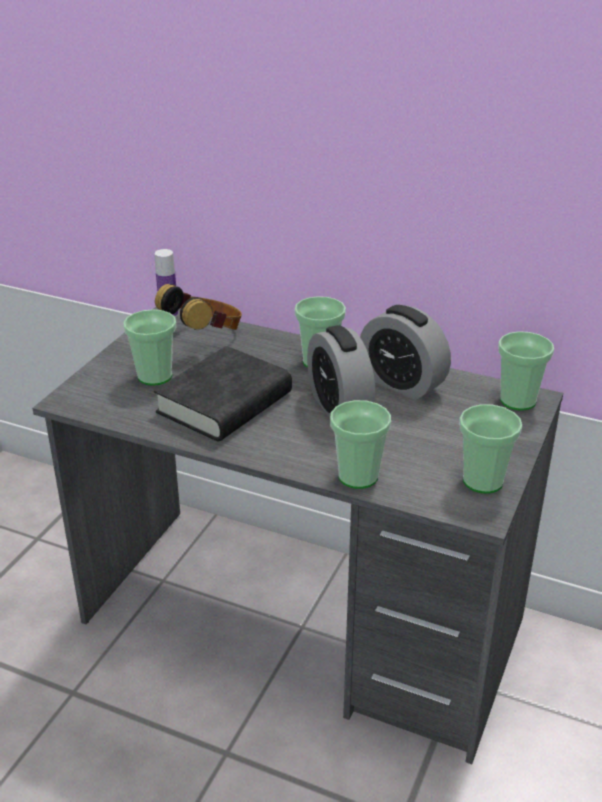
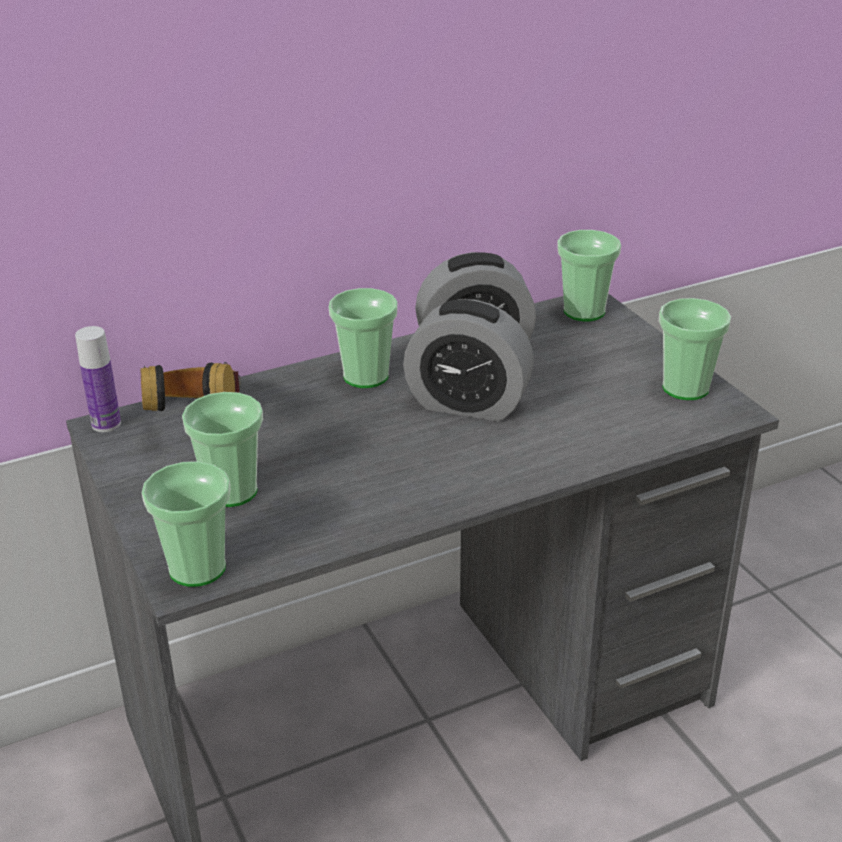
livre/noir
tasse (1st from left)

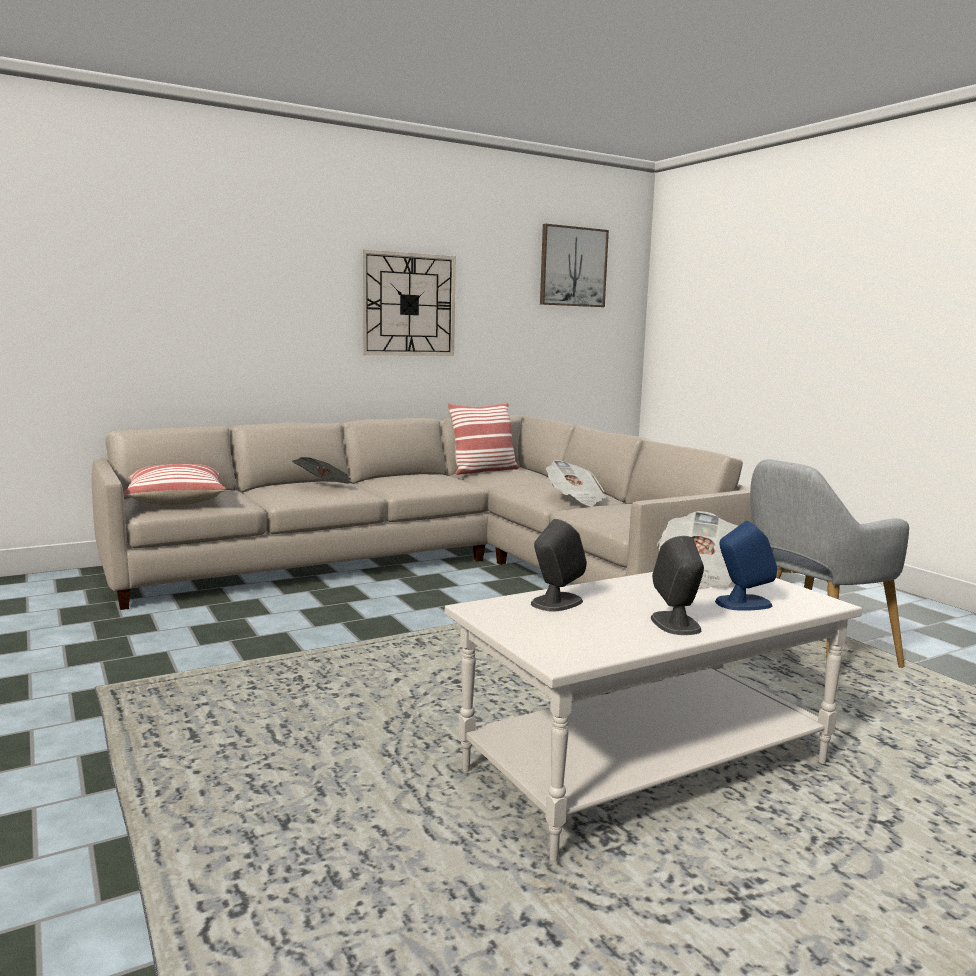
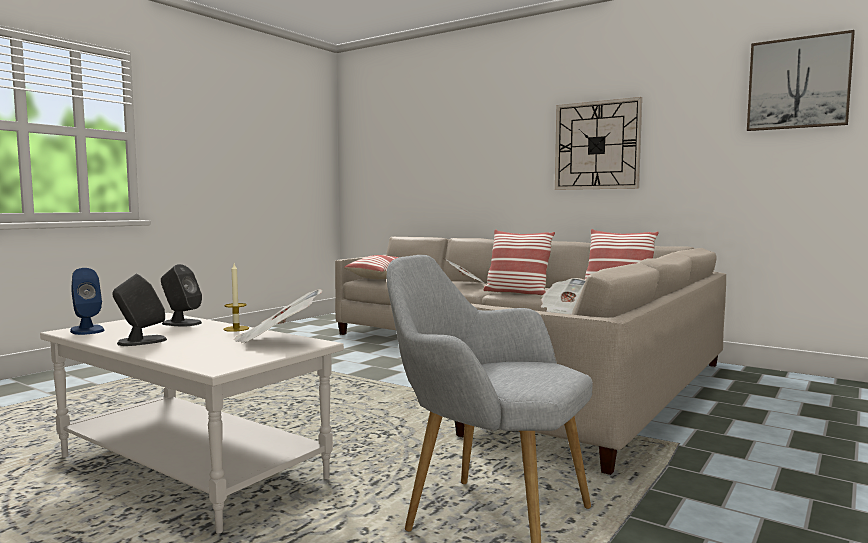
enceinte/bleu
bougie
coussin (2nd from left)

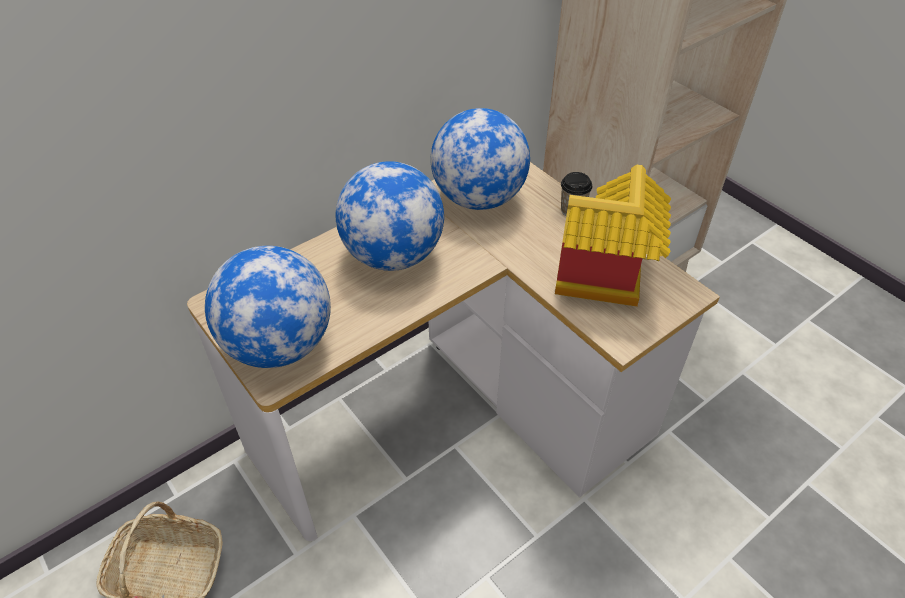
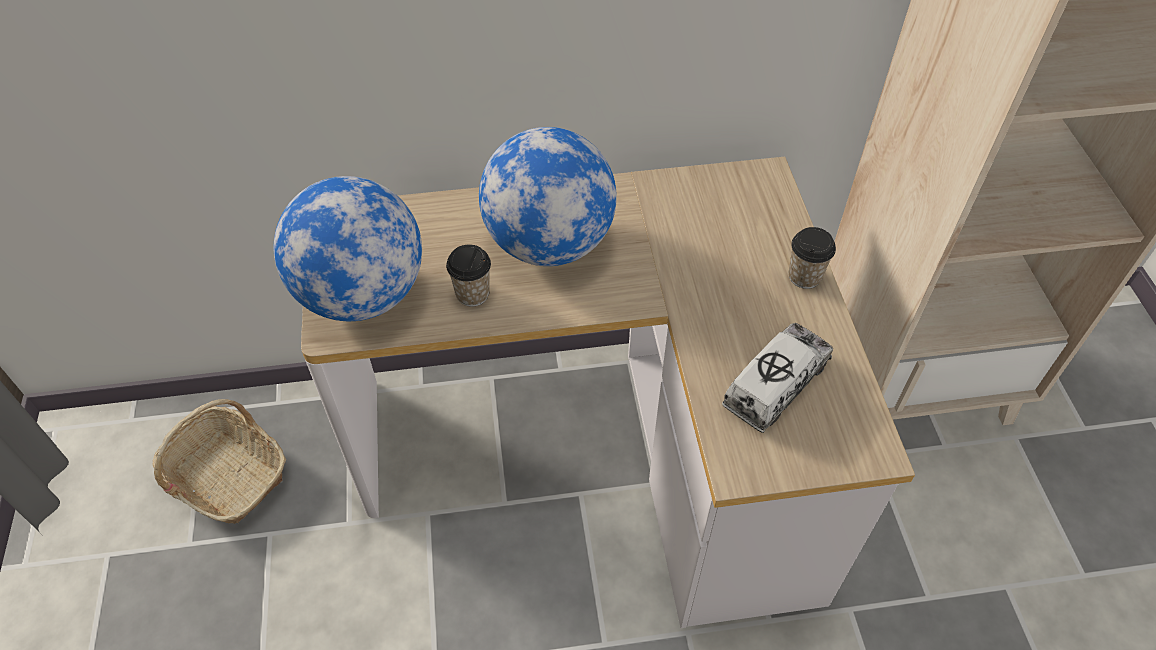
globe (3rd from left in the first image)
camion jouet
tasse (1st from left)

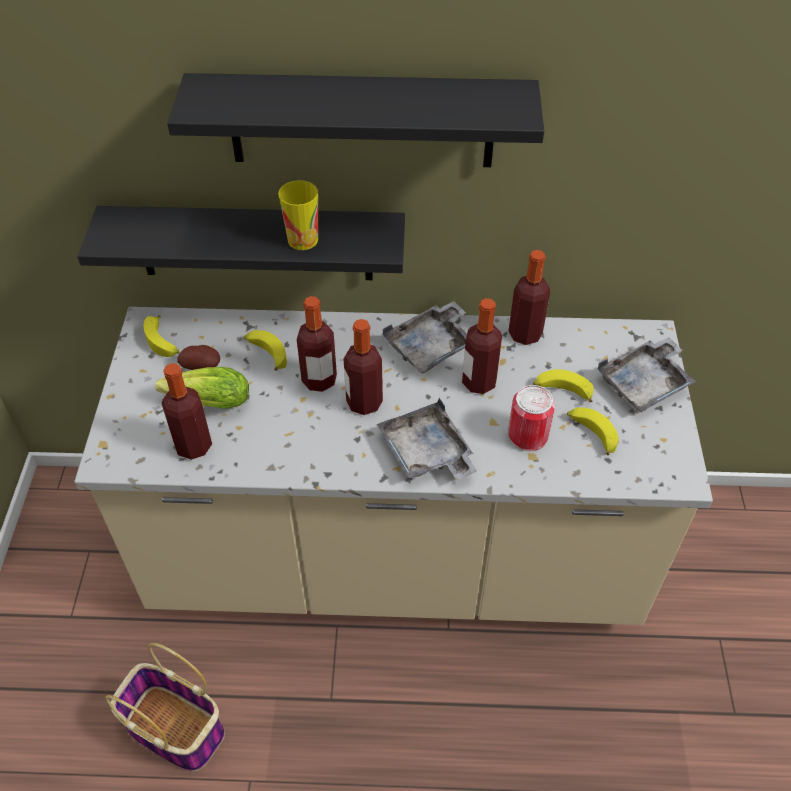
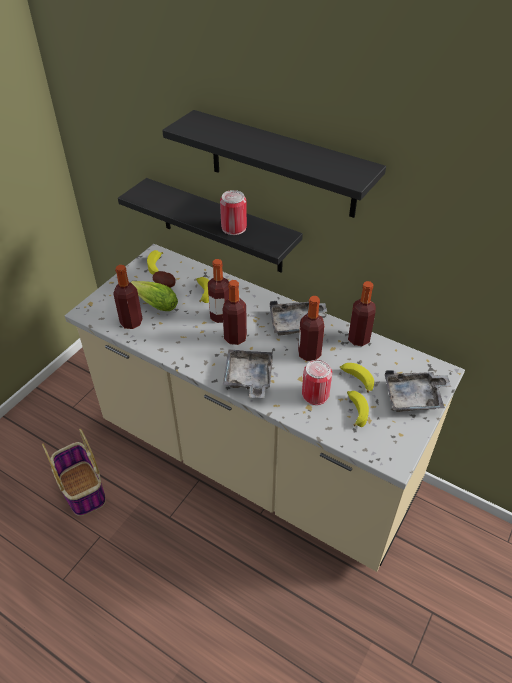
boîte métallique (1st from left)

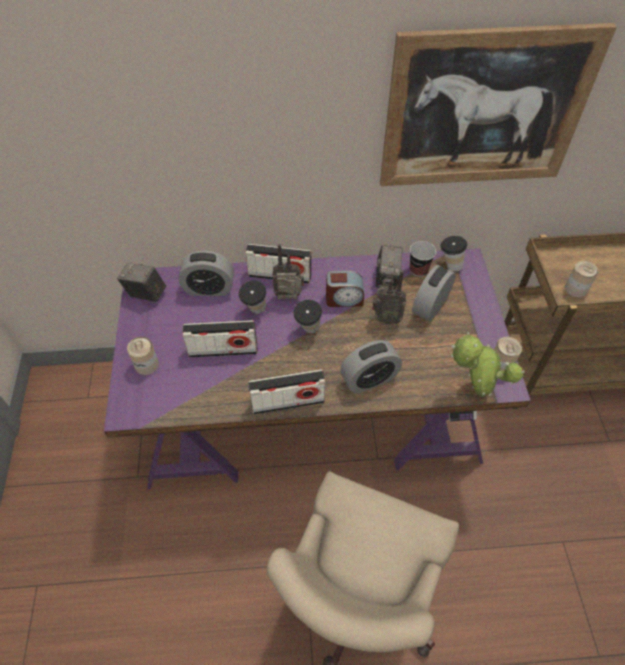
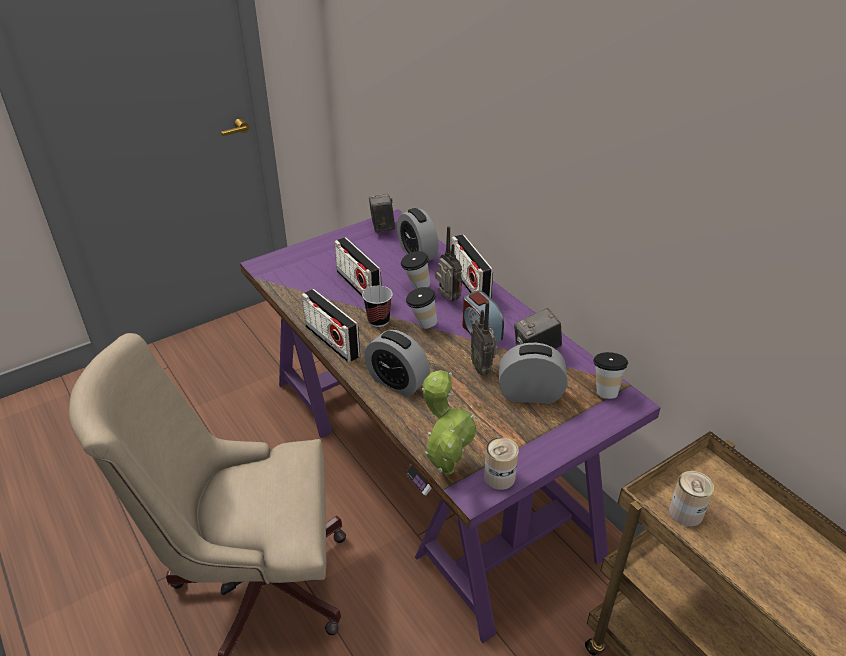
boîte métallique (1st from left in the first image)
tableau
tasse (1st from left)

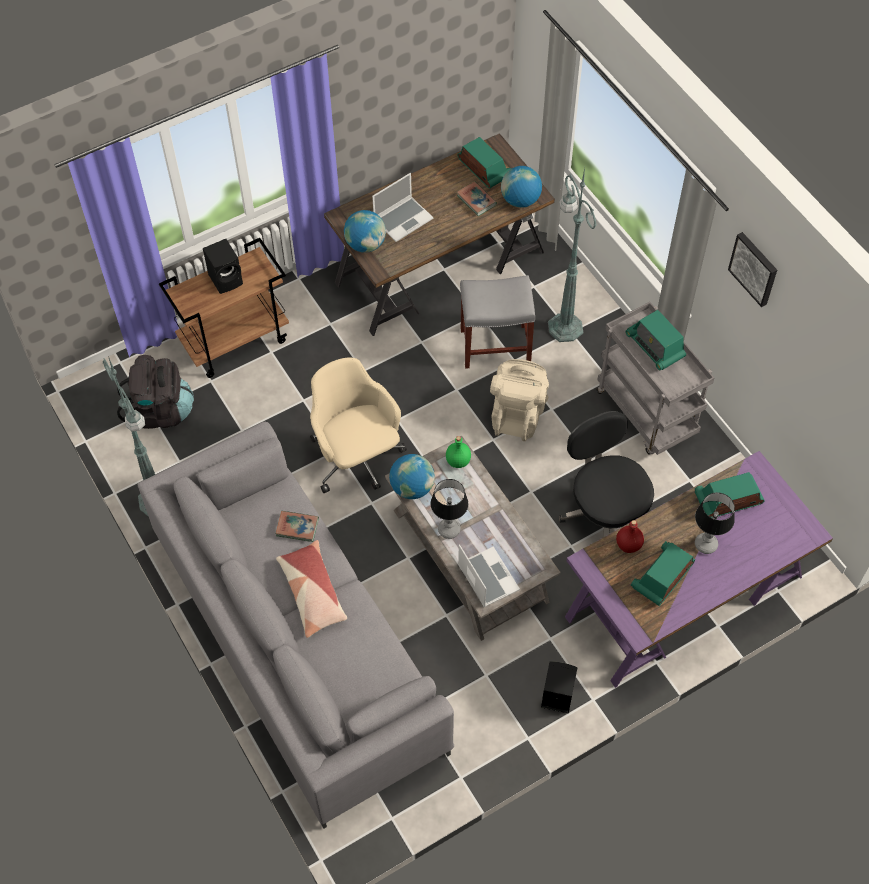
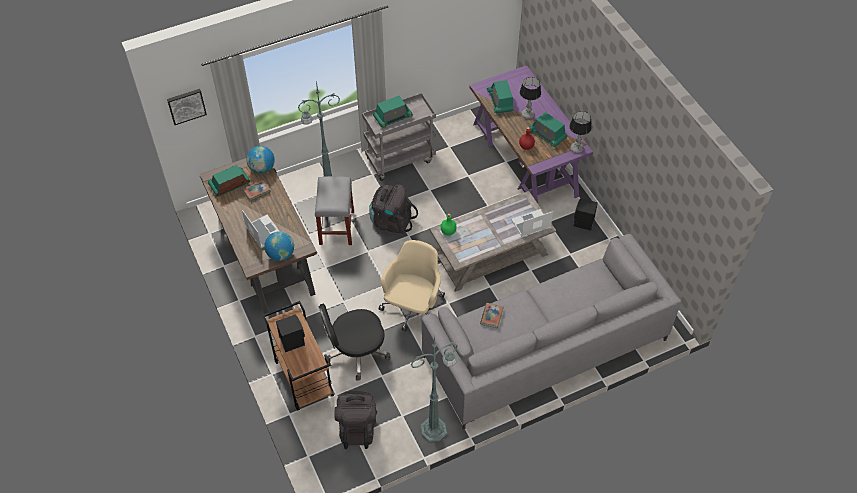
coussin
chaise de bureau/beige
globe (2nd from left in the first image)
lampe de table (2nd from left)
sac à dos/noir (2nd from left)
chaise de bureau/noir
tableau

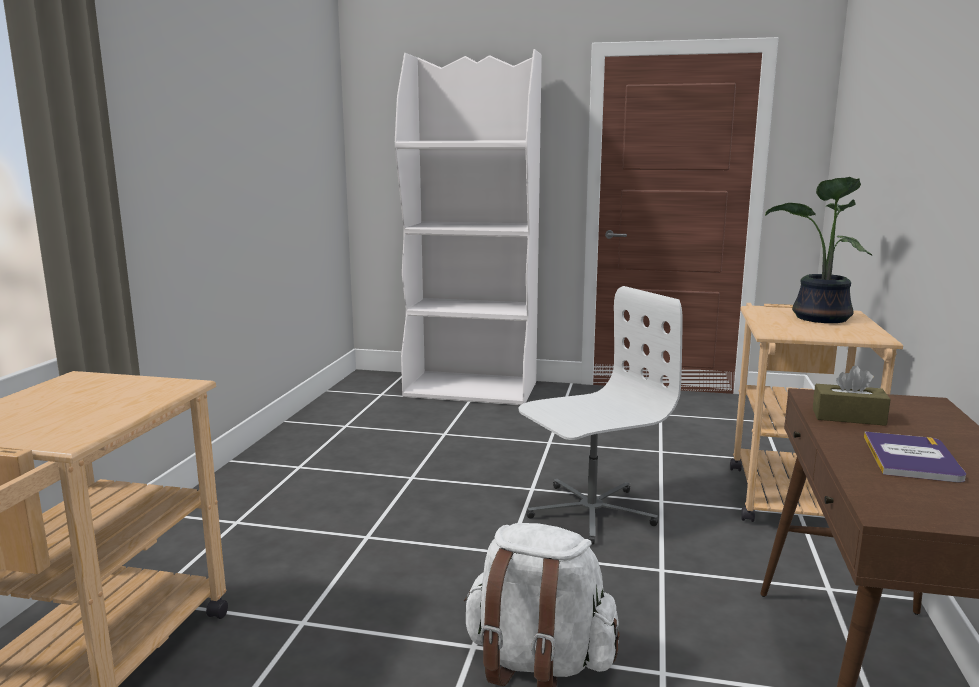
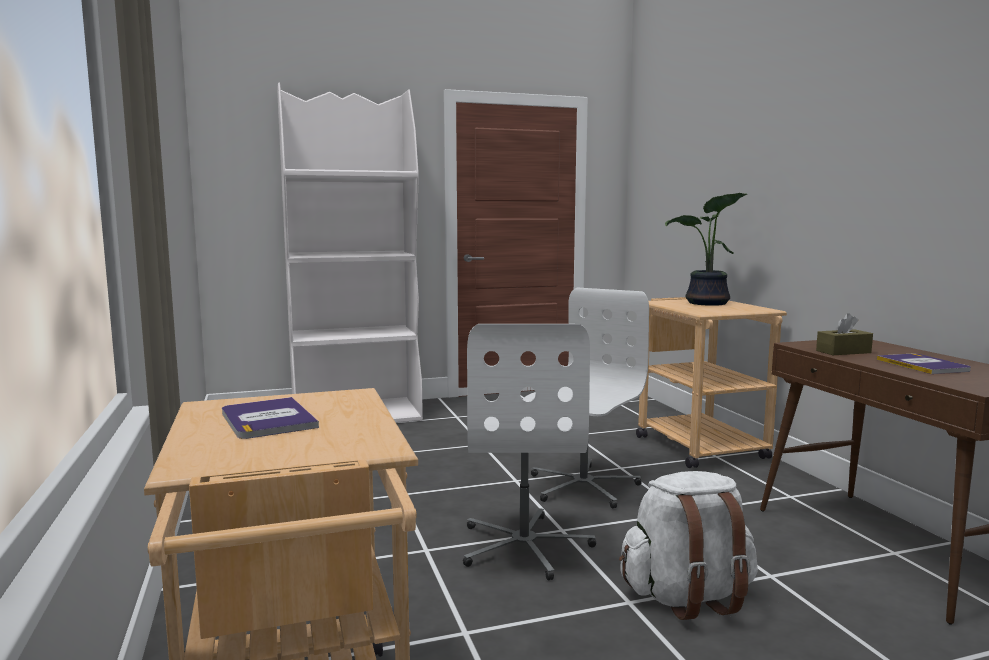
livre (1st from left)
chaise de bureau/blanc (1st from left)

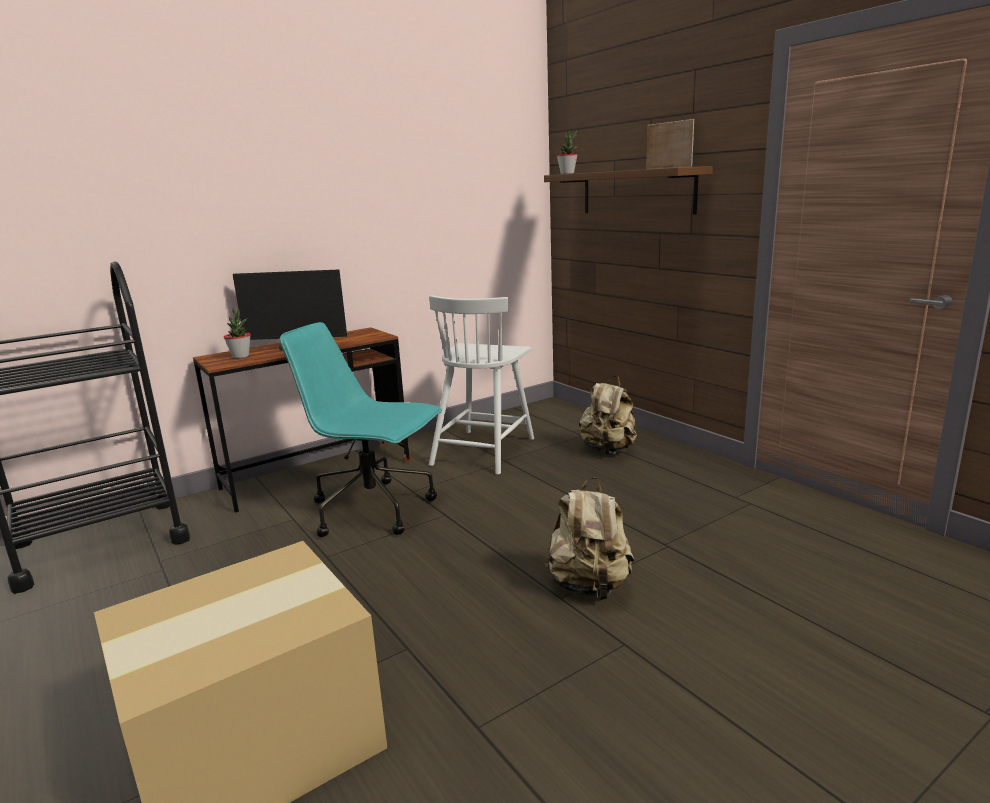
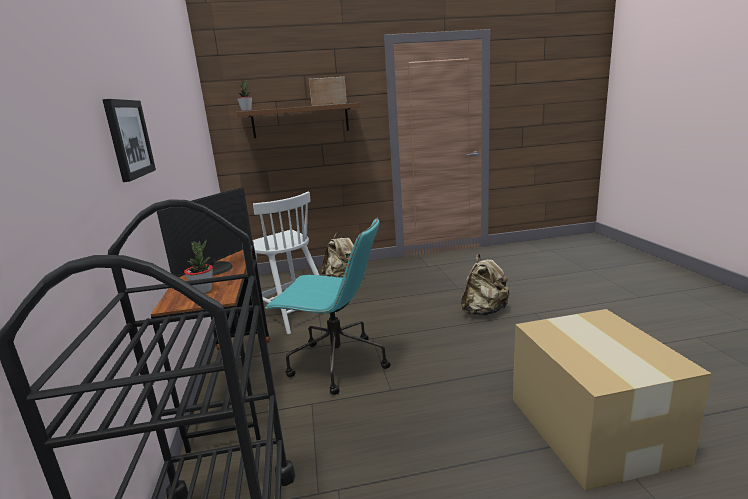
chaise de bureau/turquoise
tableau

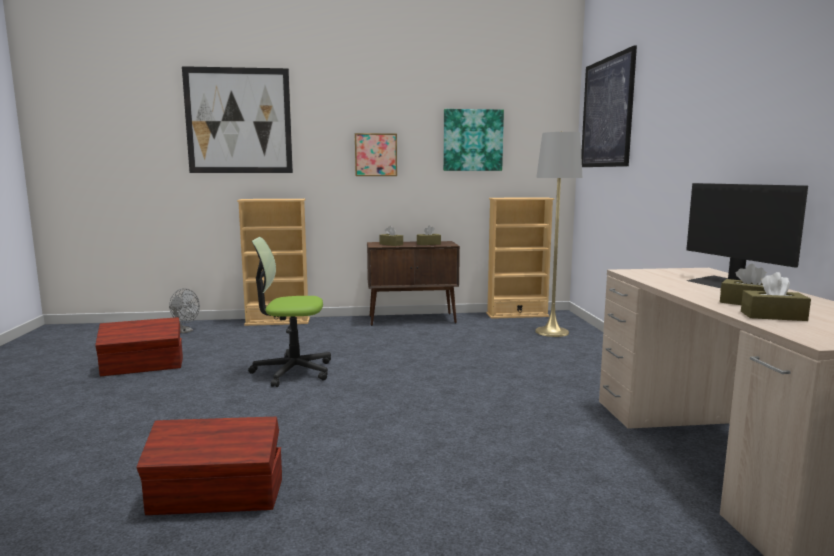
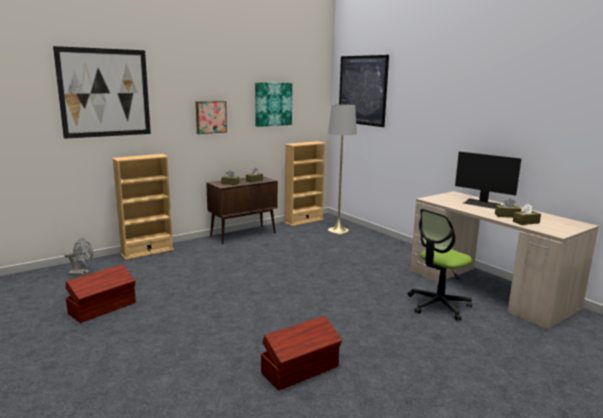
chaise de bureau

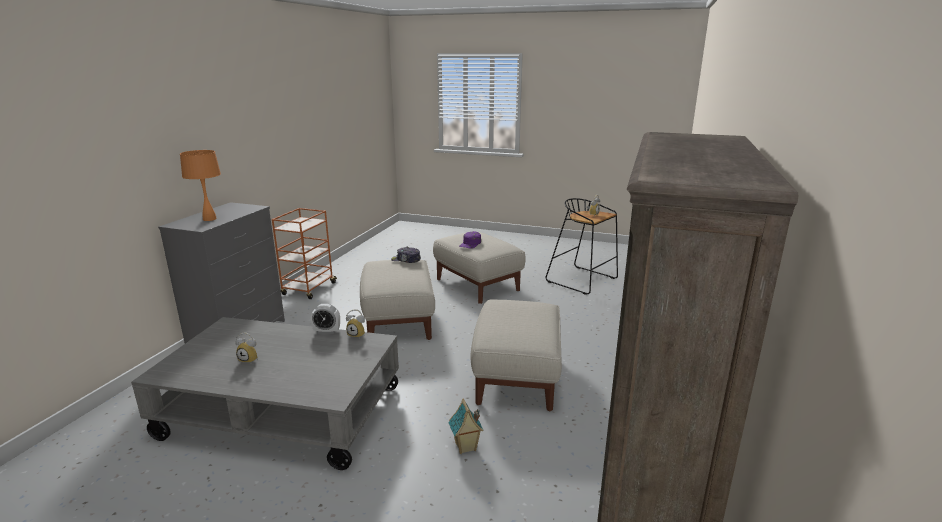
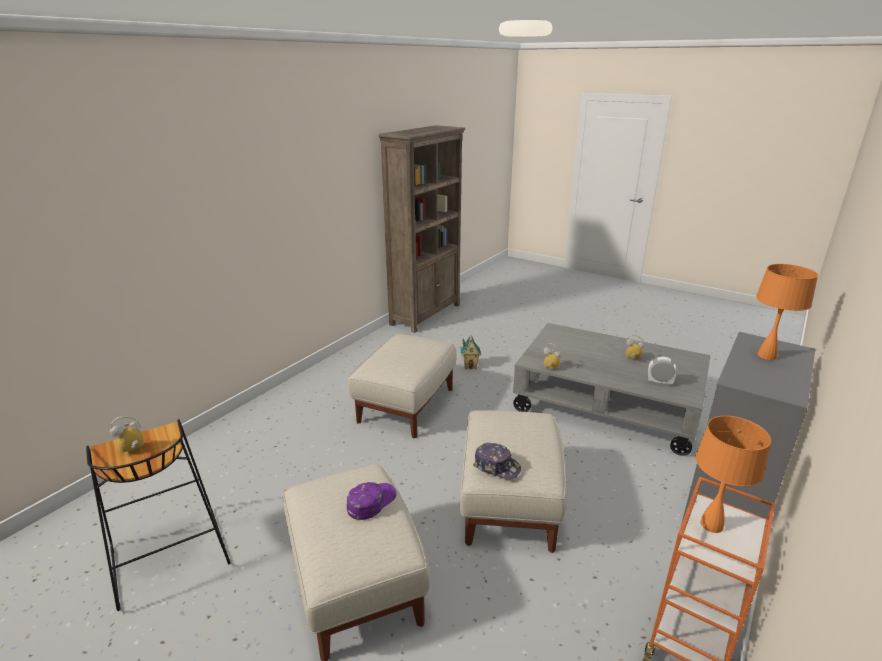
réveil (4th from left)
lampe de table/orange (1st from left)

